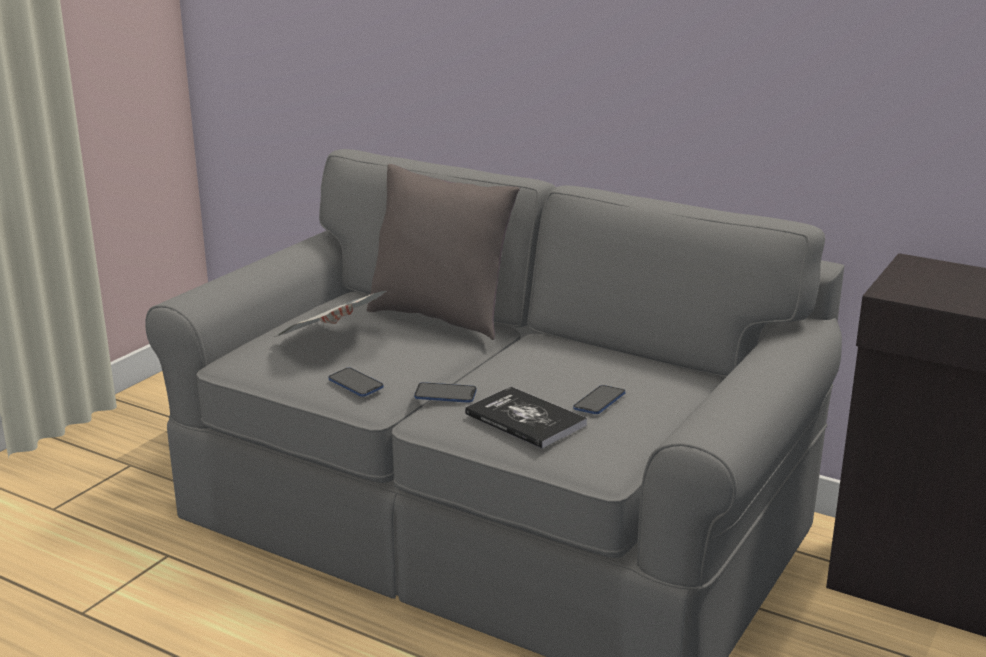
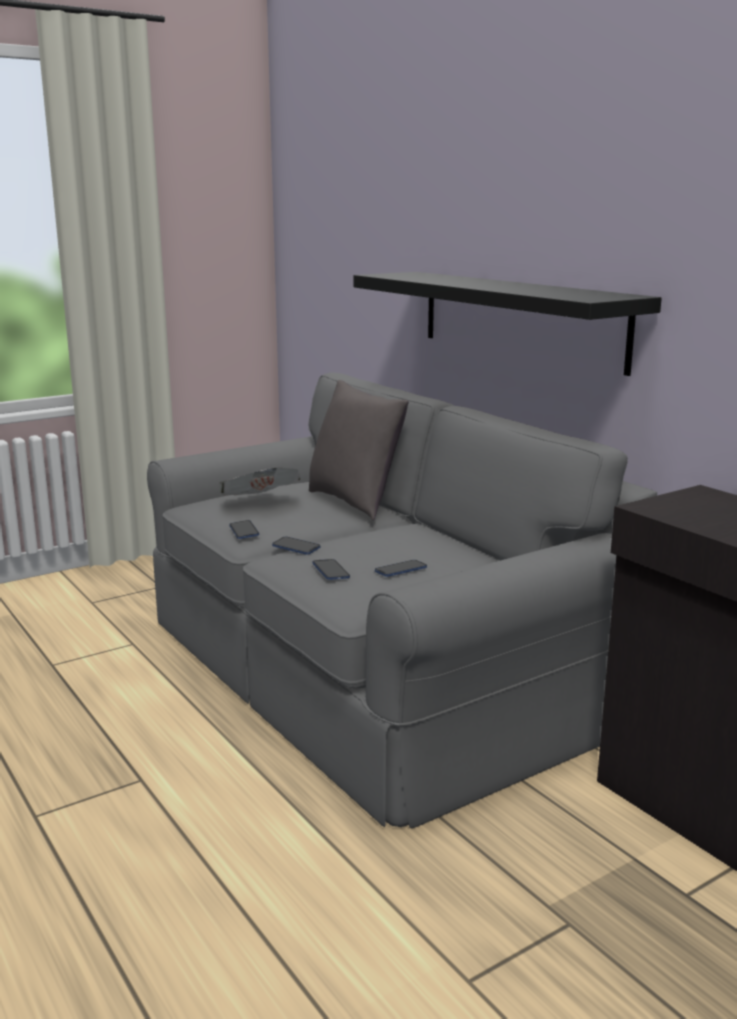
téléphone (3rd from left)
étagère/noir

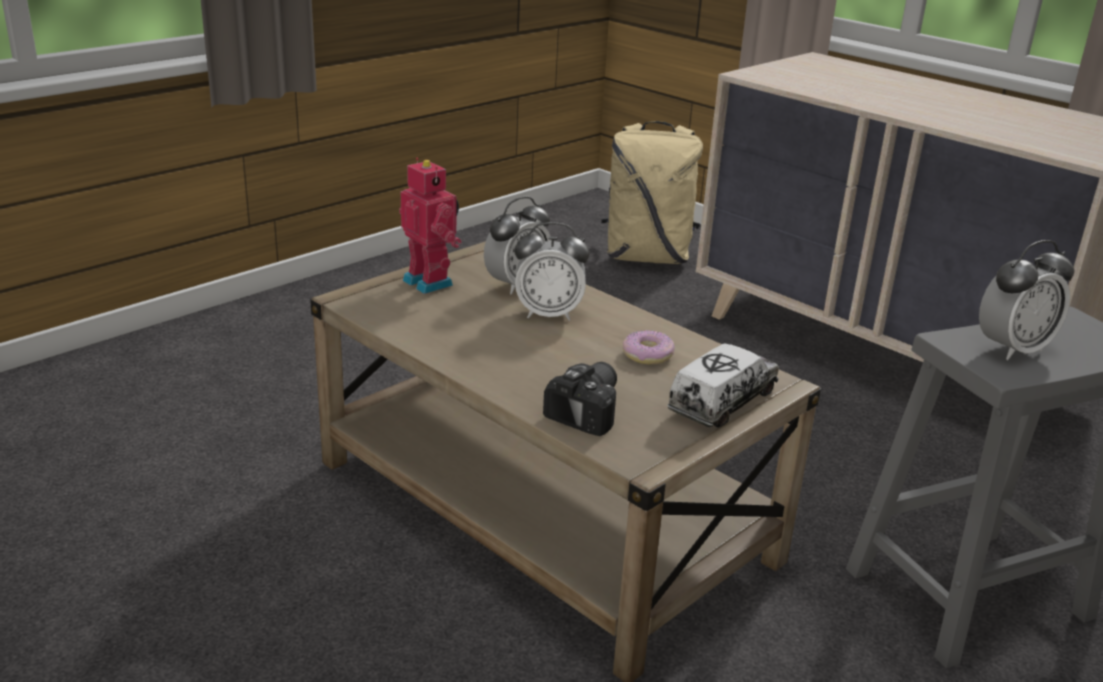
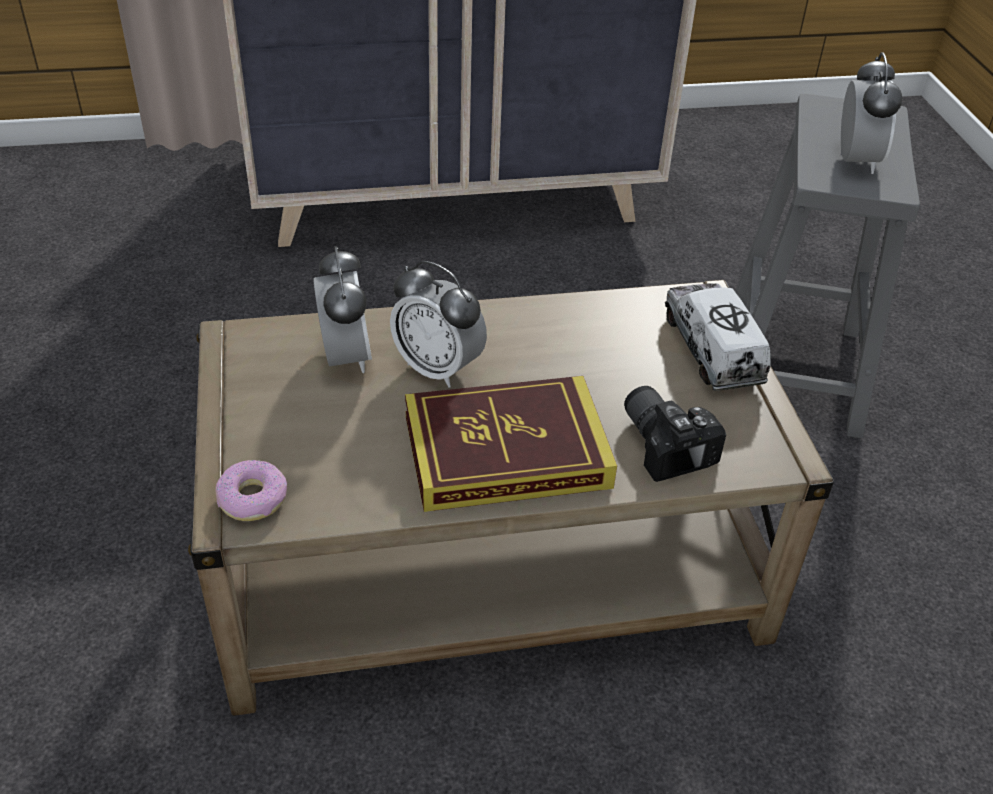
robot jouet
réveil (2nd from left)
sac à dos/beige
beignet
livre

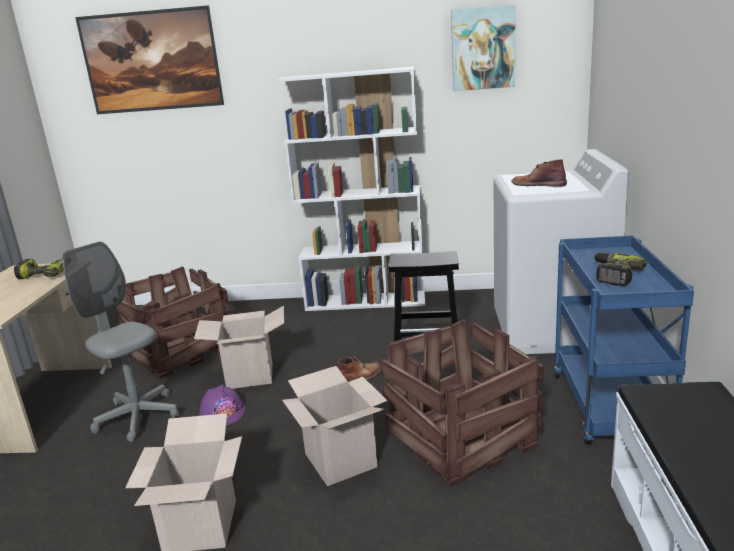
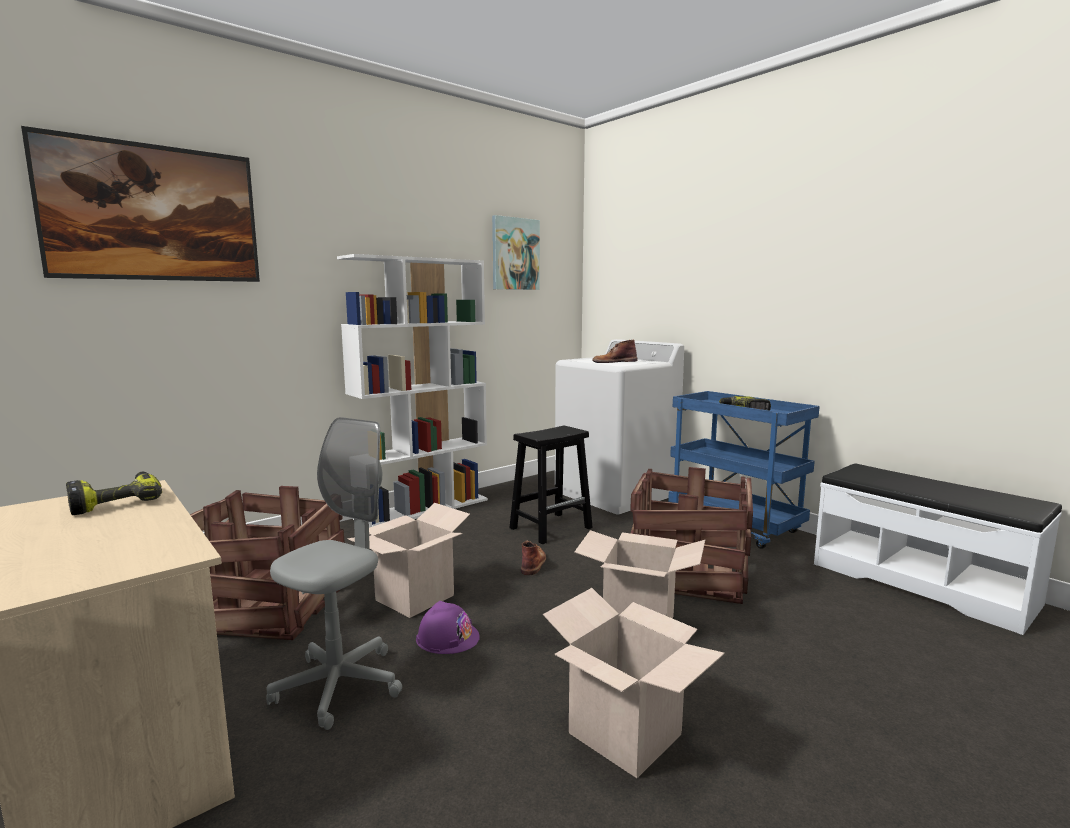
chaise de bureau/gris

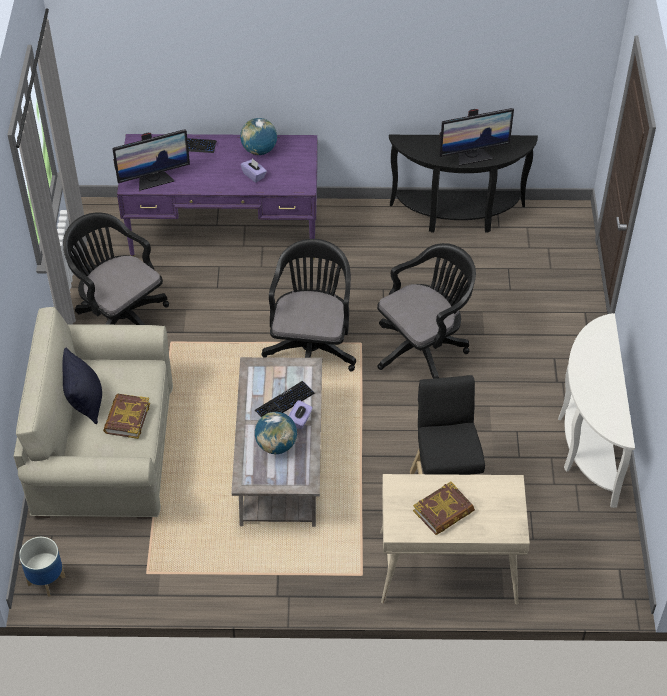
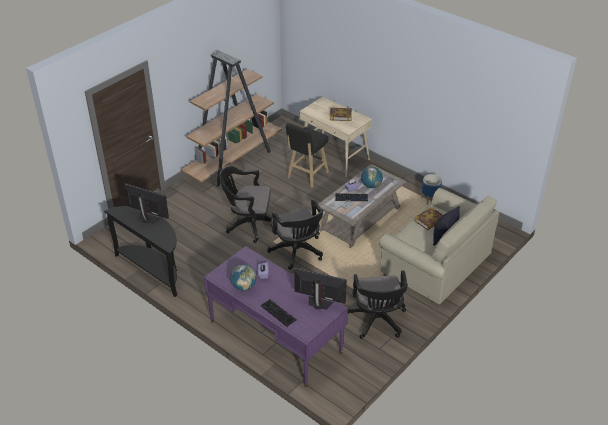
cache-pot
chaise de bureau/noir (2nd from left)
bibliothèque/marron

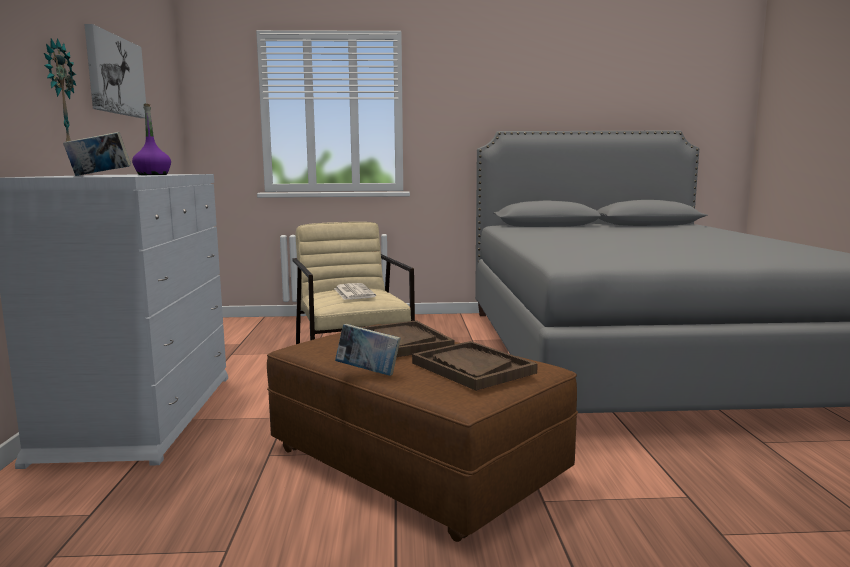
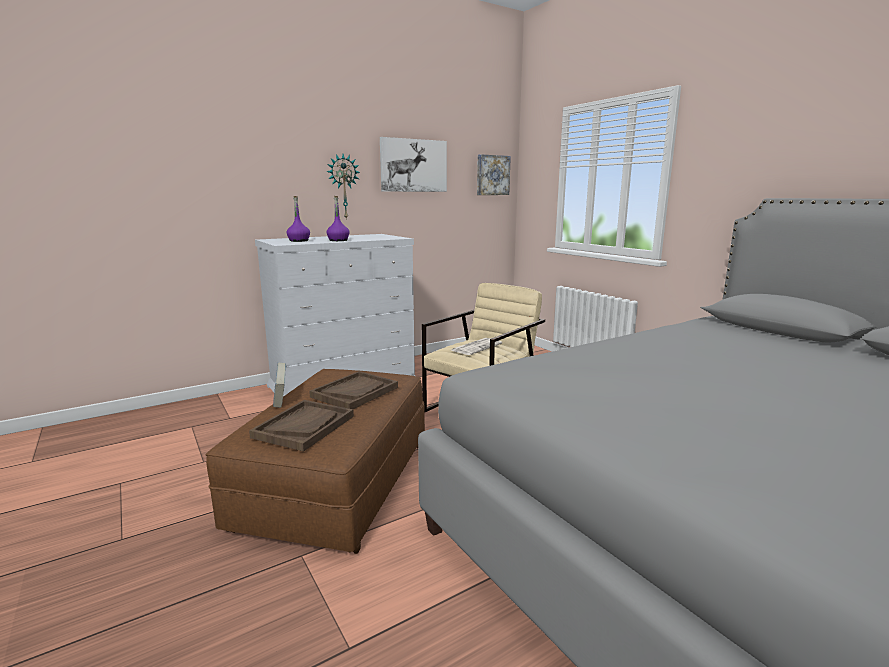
bouteille/violet (1st from left)
tableau (2nd from left)

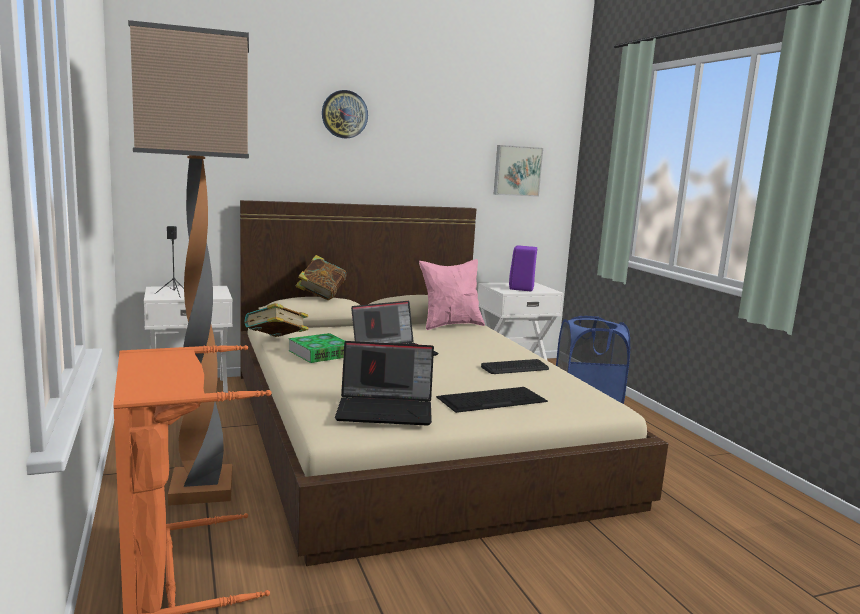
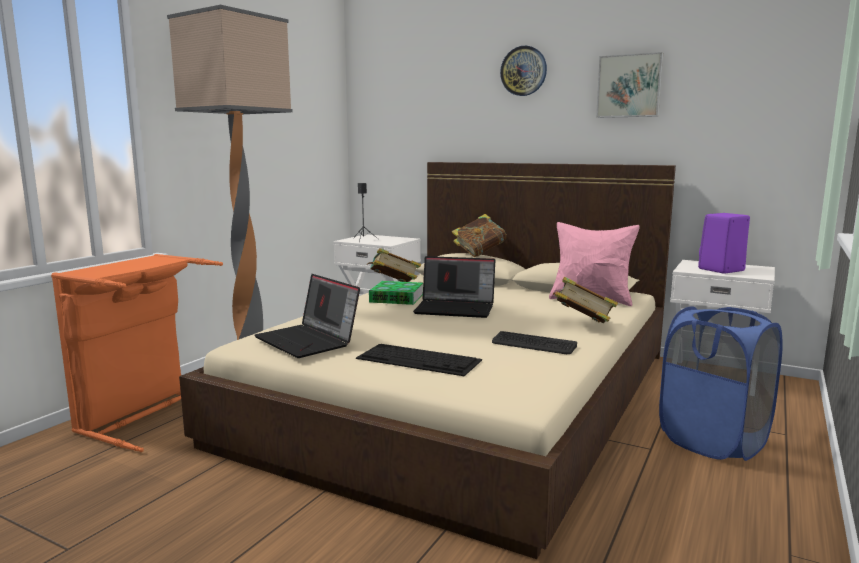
tableau
livre (4th from left)

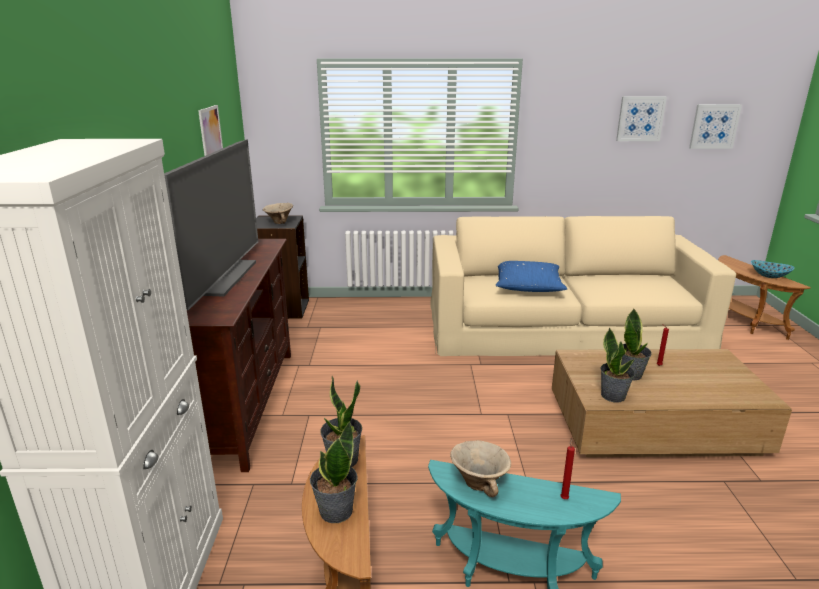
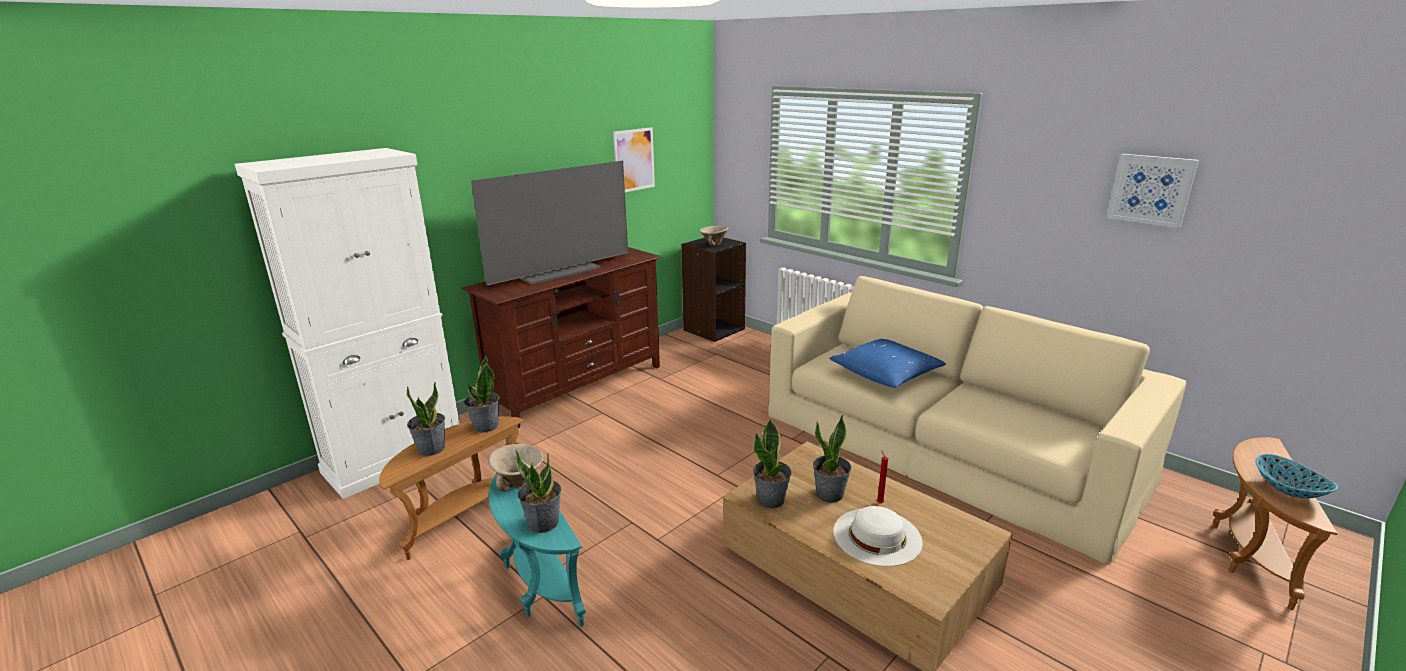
plante en pot (3rd from left)
tableau (3rd from left in the first image)
chapeau/blanc

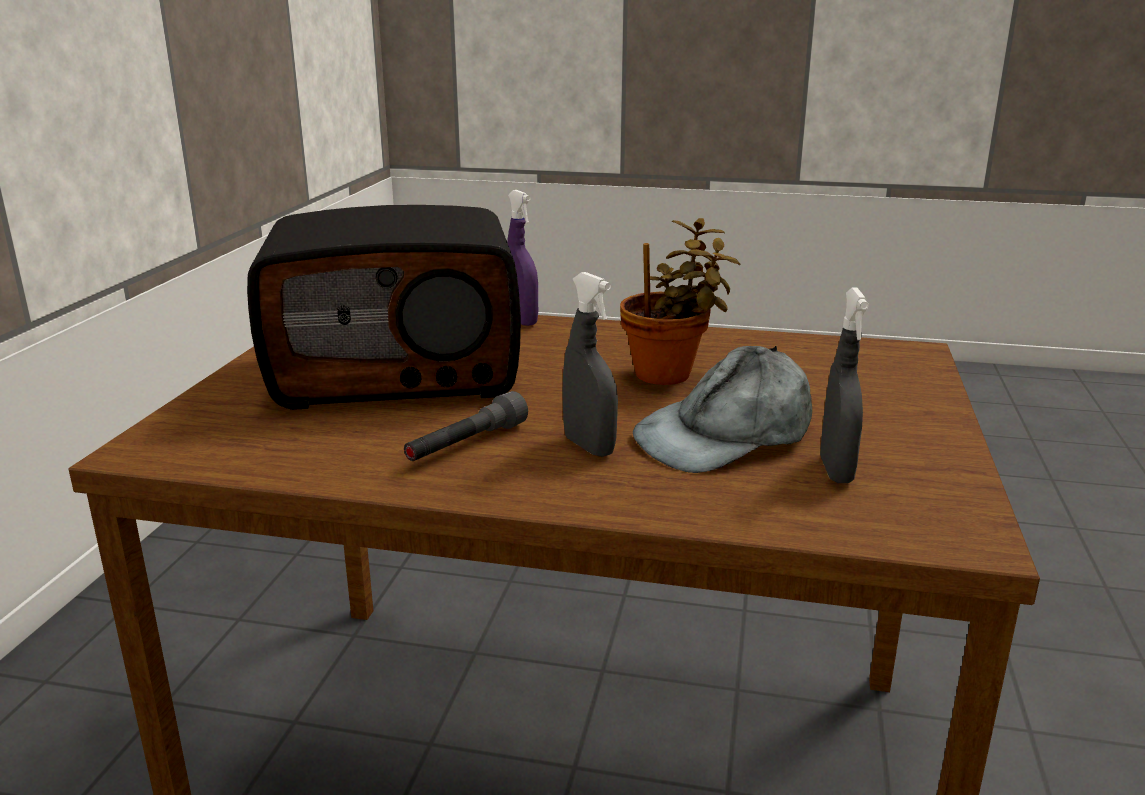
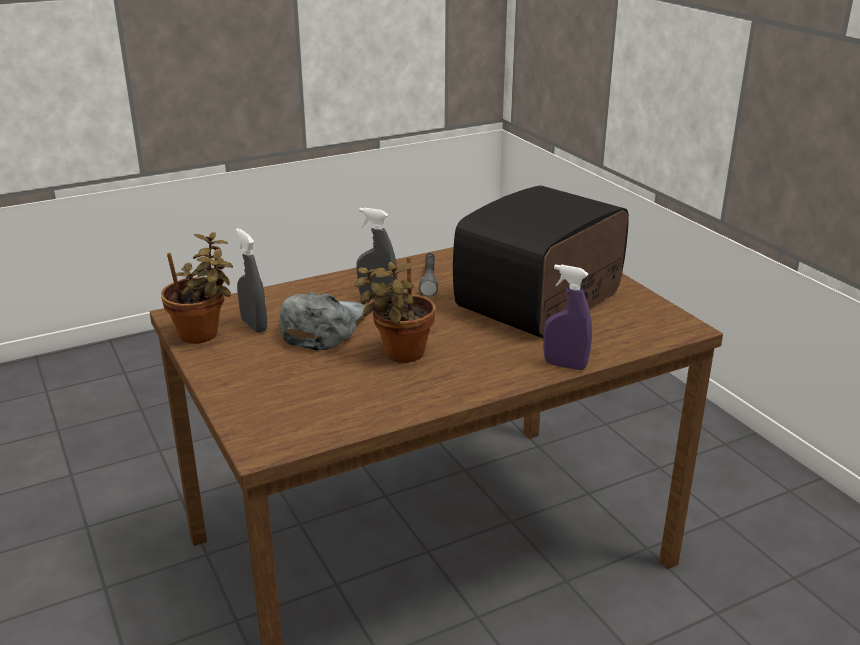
plante en pot (1st from left)

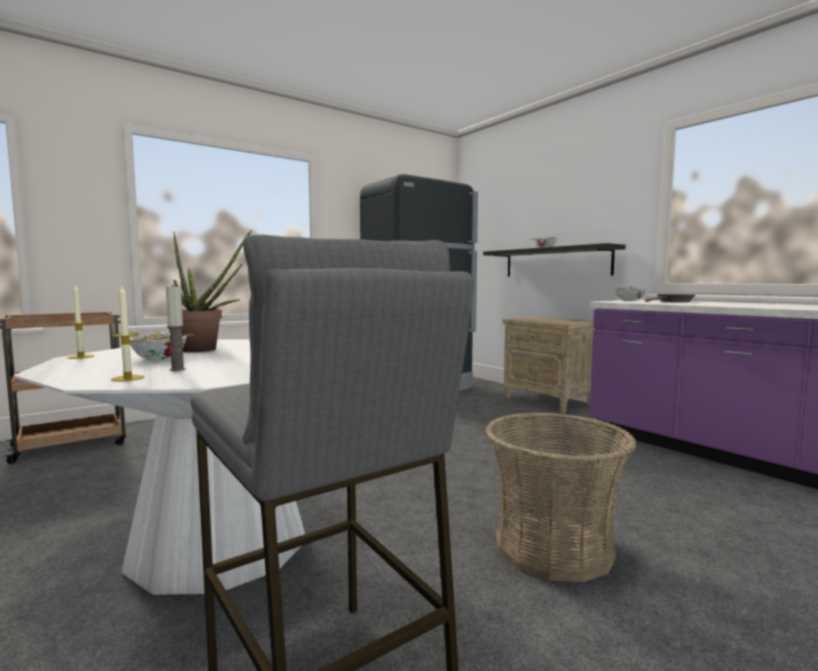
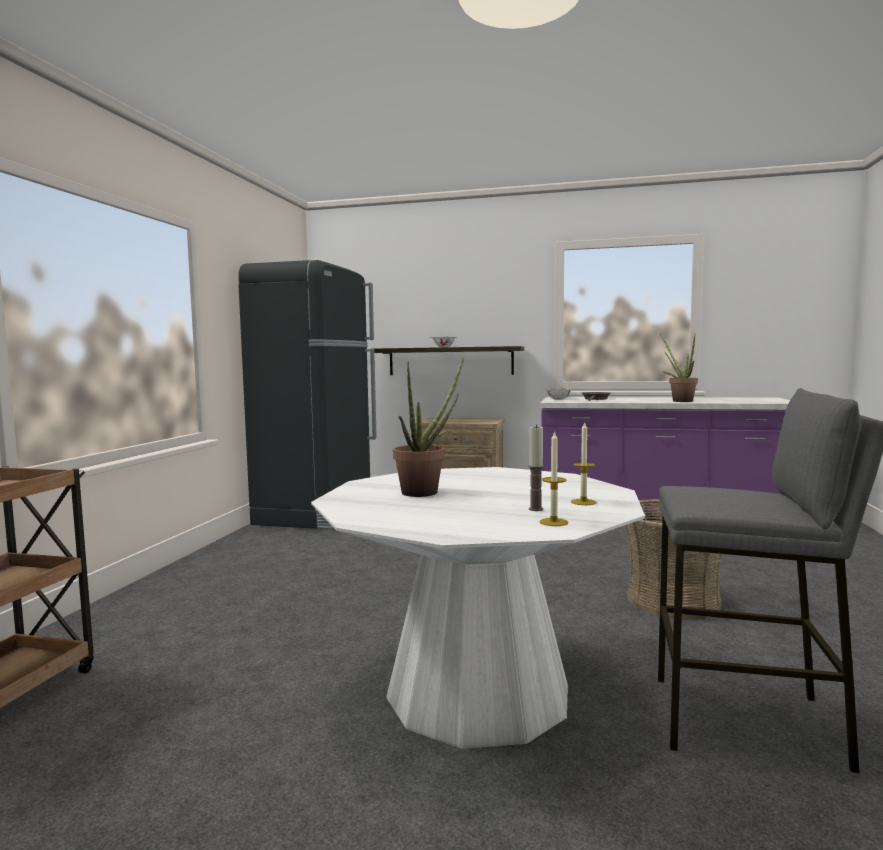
bougie (3rd from left)
bol (1st from left in the first image)
plante en pot (2nd from left)

